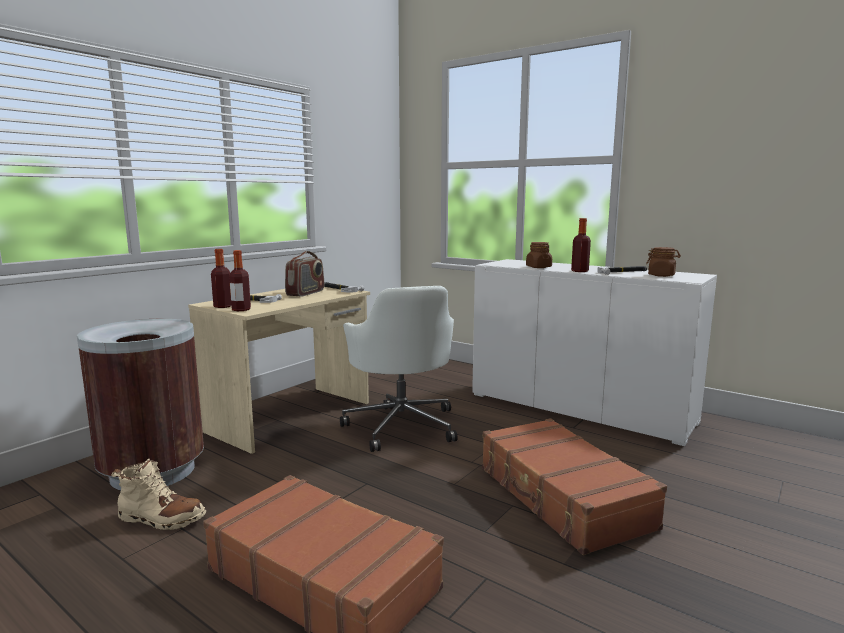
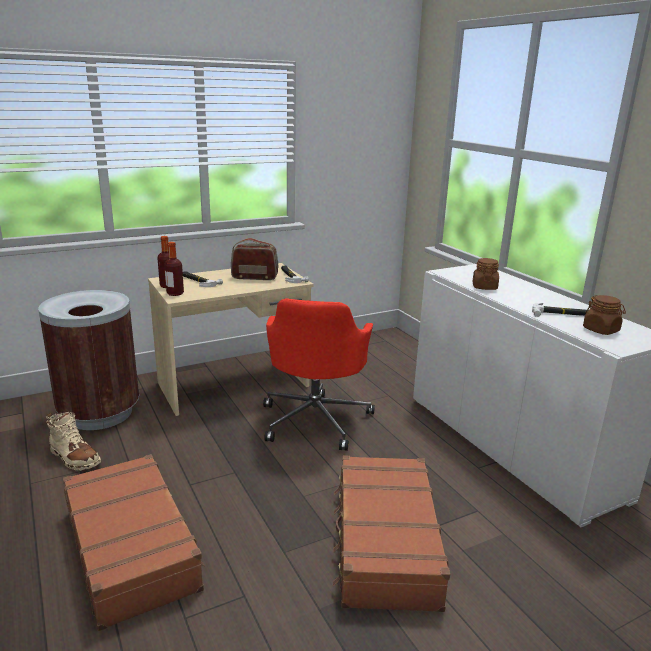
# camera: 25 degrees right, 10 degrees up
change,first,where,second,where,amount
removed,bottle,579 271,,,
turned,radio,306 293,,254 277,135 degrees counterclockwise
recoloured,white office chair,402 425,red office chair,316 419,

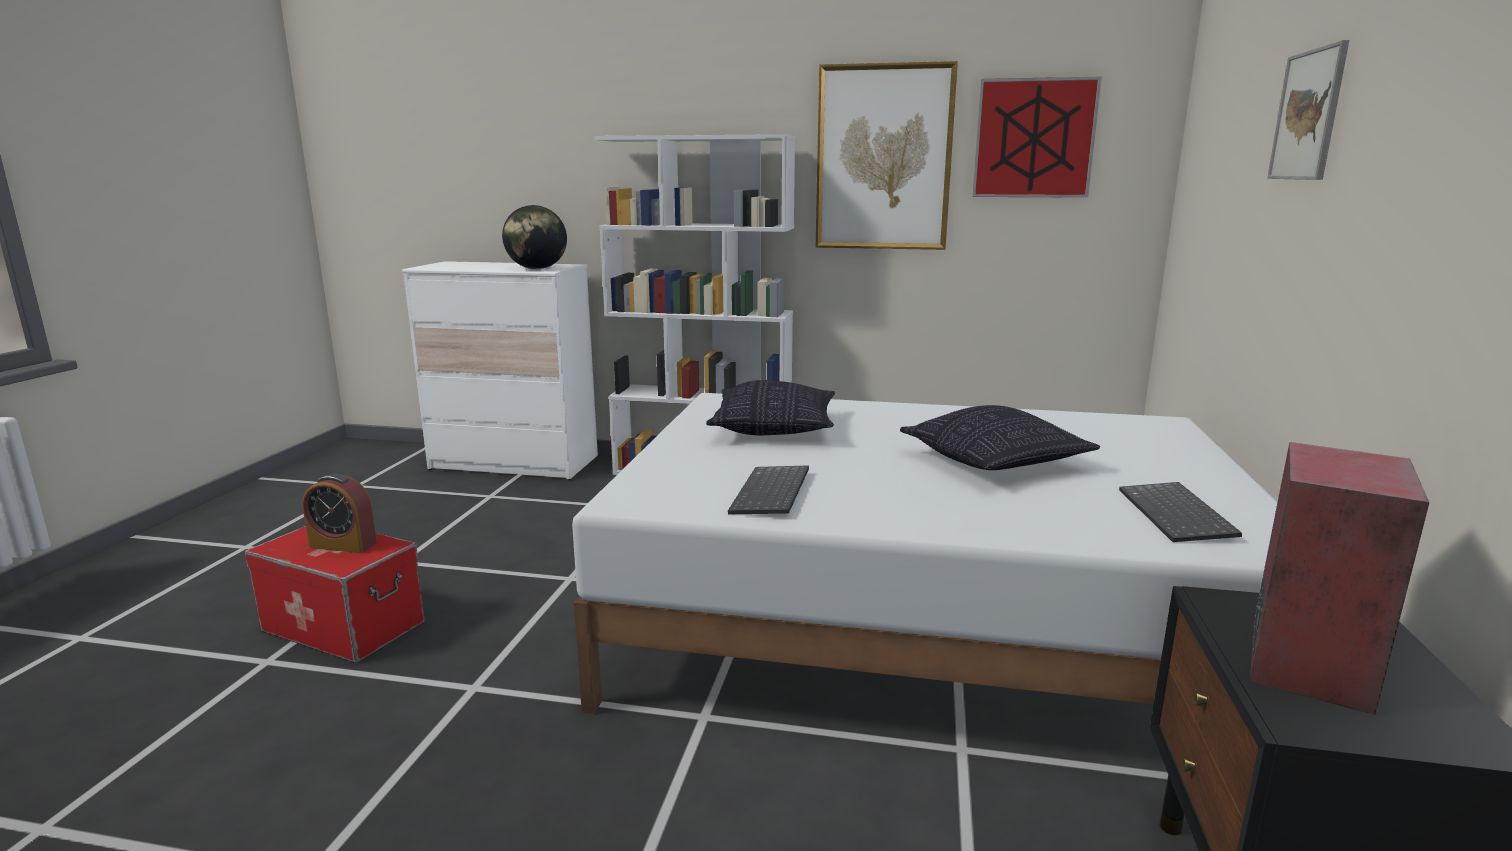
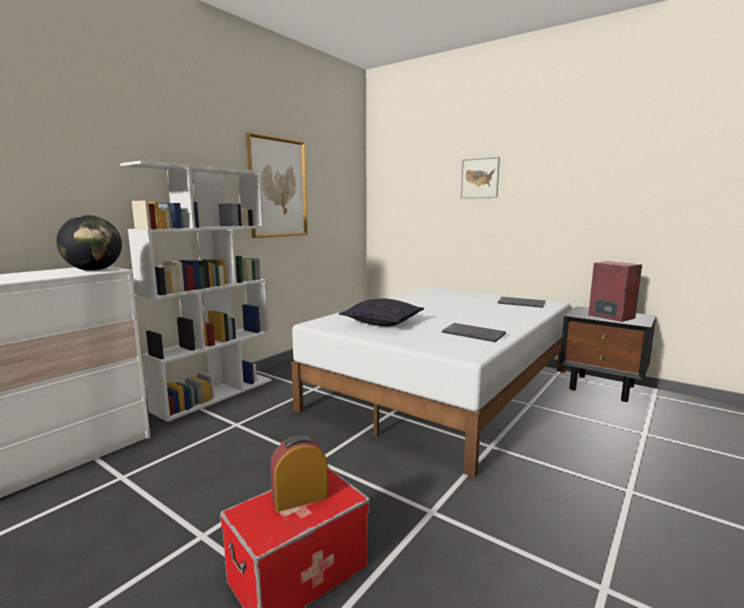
# camera: 65 degrees left, 5 degrees down
change,first,where,second,where,amount
removed,picture,1034 138,,,
removed,pillow,994 462,,,
turned,alarm clock,343 545,,300 498,150 degrees counterclockwise

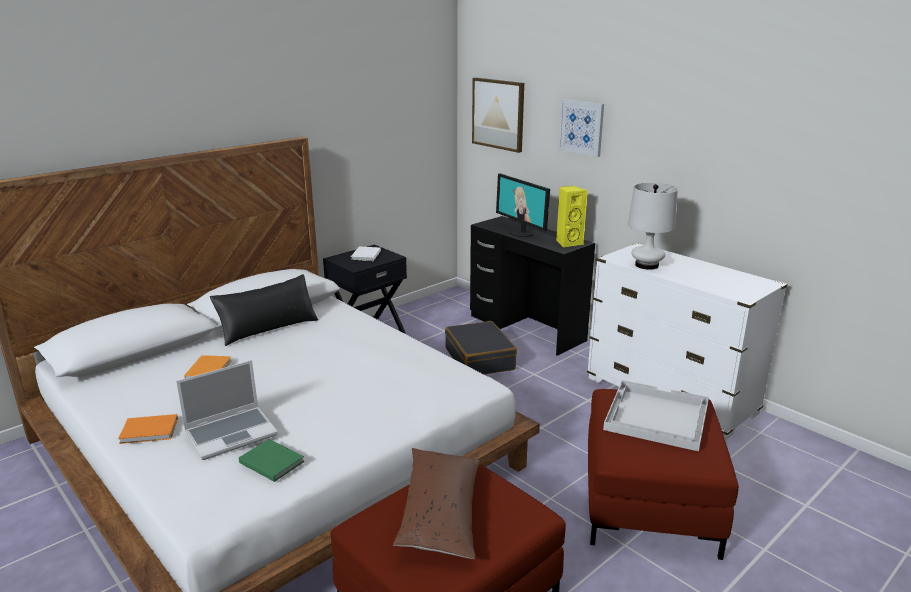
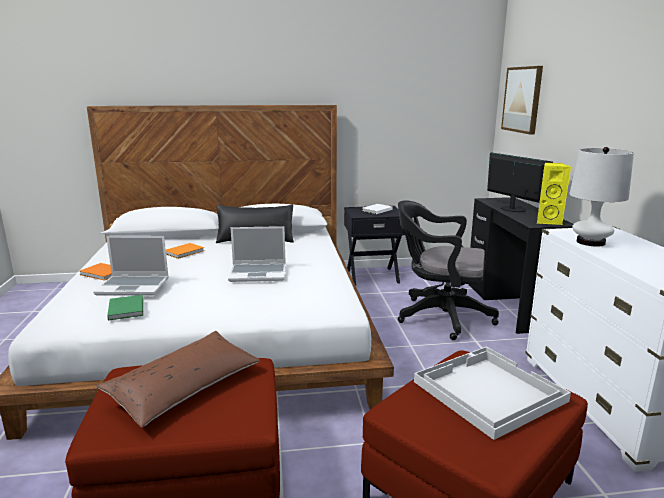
# camera: 35 degrees right, 5 degrees down
change,first,where,second,where,amount
removed,picture,581 127,,,
turned,monitor,522 233,,512 209,150 degrees clockwise
replaced,black suitcase,480 359,black office chair,439 316,
added,,,laptop,259 273,

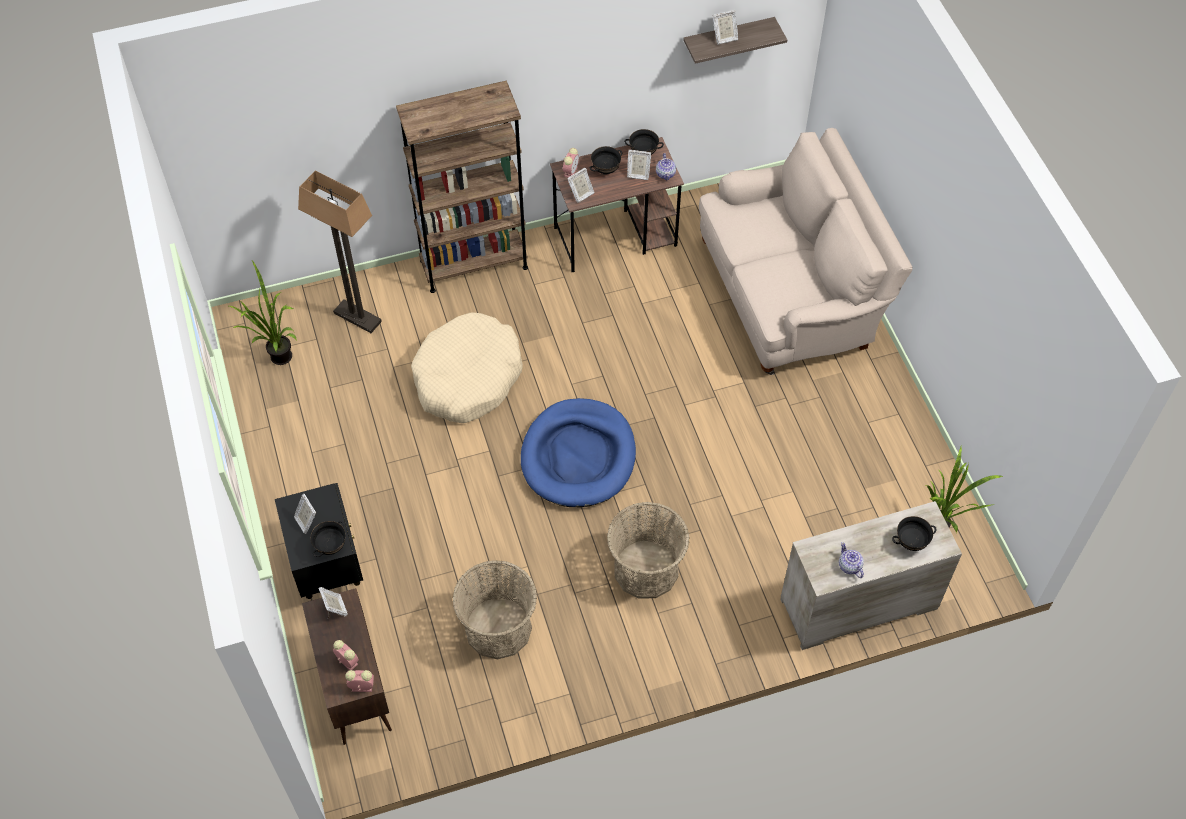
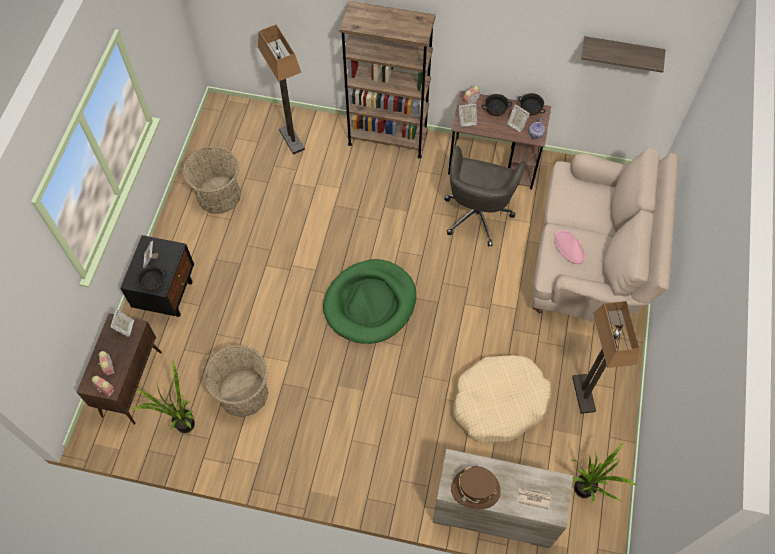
# camera: 30 degrees right, 5 degrees up
change,first,where,second,where,amount
removed,picture frame,724 38,,,
moved,potted plant,277 360,,181 425,
moved,beige dog bed,467 377,,498 403,
recoloured,blue dog bed,578 456,green dog bed,370 303,
moved,basket,646 569,,218 195,
replaced,black bowl,911 543,newspaper,533 497,
replaced,teapot,849 566,brown hat,475 490,
added,,,grey office chair,477 214,
added,,,pink hat,569 247,
added,,,floor lamp,584 394,

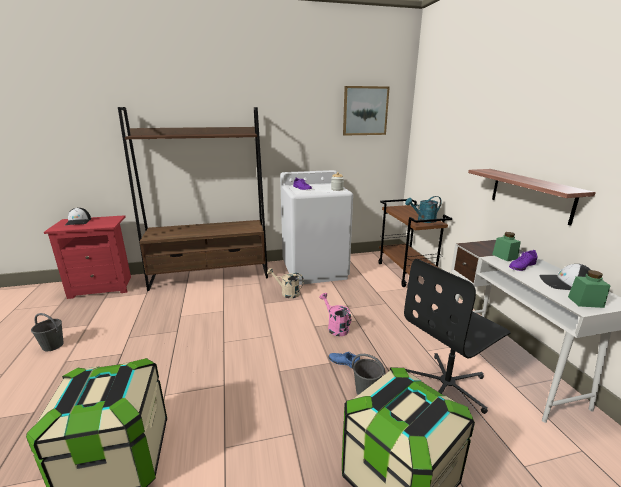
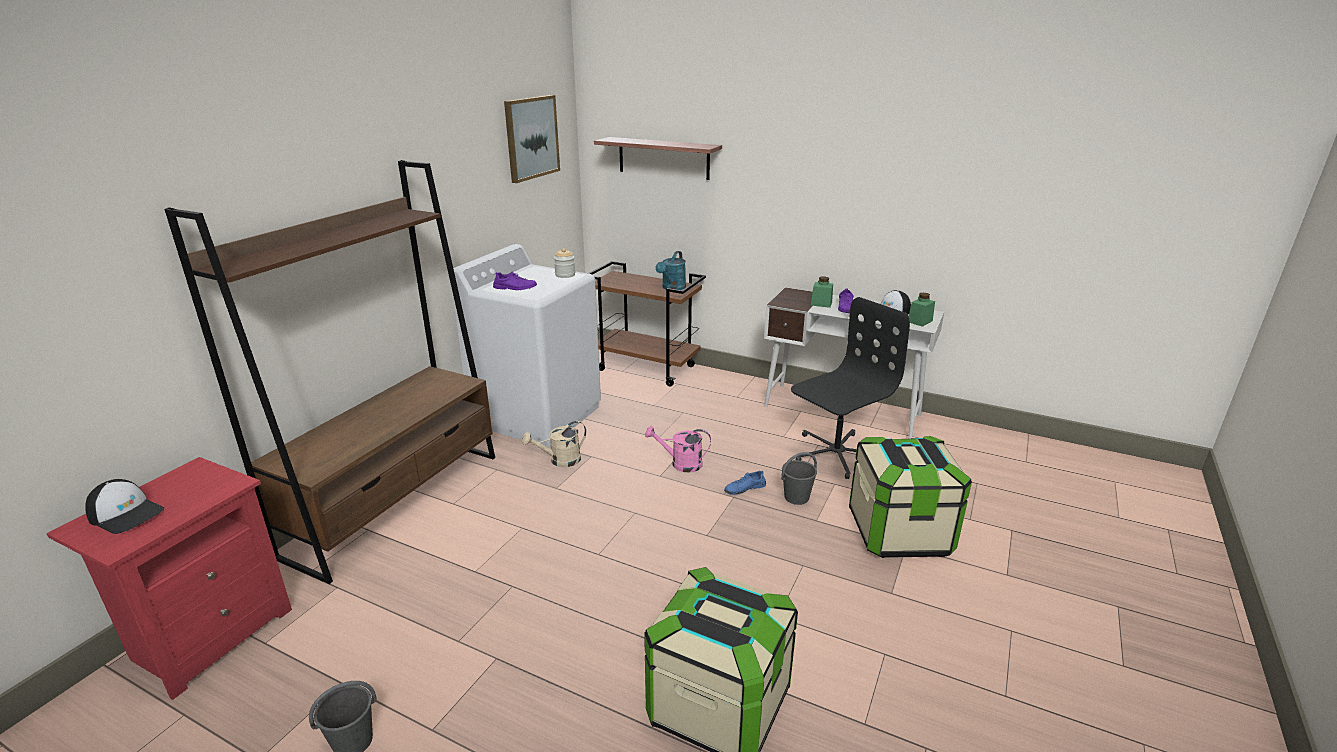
# camera: 50 degrees left, 5 degrees up
change,first,where,second,where,amount
moved,shelf,530 194,,663 158,
turned,black office chair,447 385,,835 453,135 degrees counterclockwise

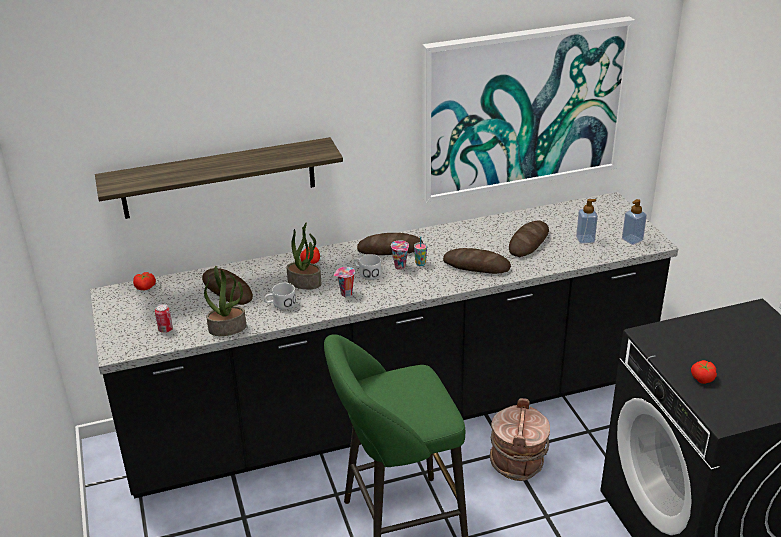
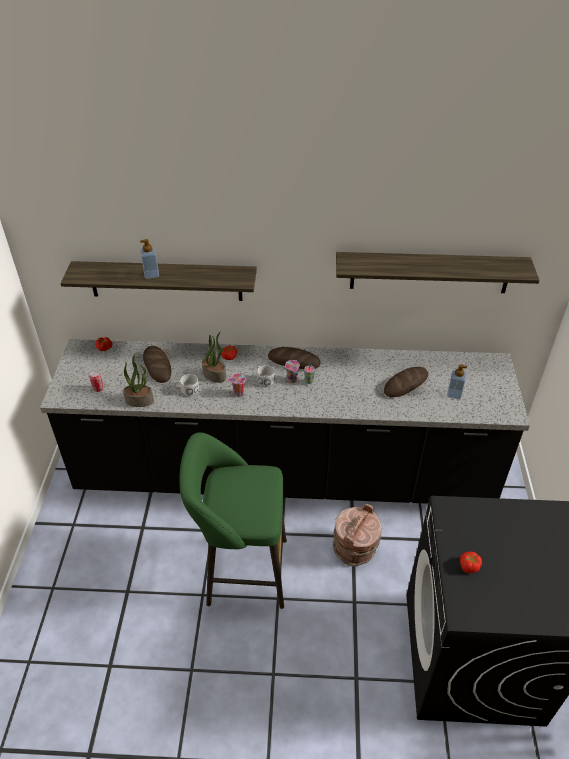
# camera: 20 degrees right, 10 degrees up
change,first,where,second,where,amount
replaced,picture,523 108,shelf,429 272,
moved,soap dispenser,632 240,,151 274,
removed,bread,476 265,,,

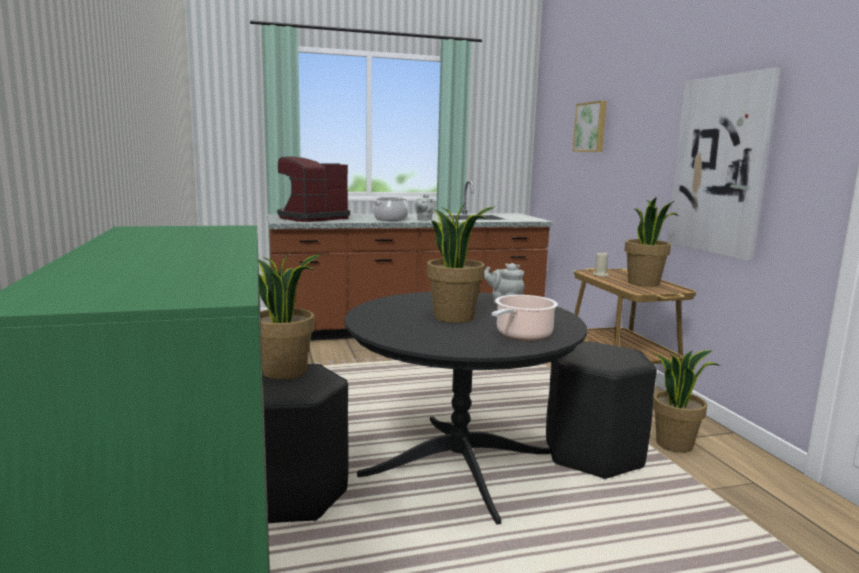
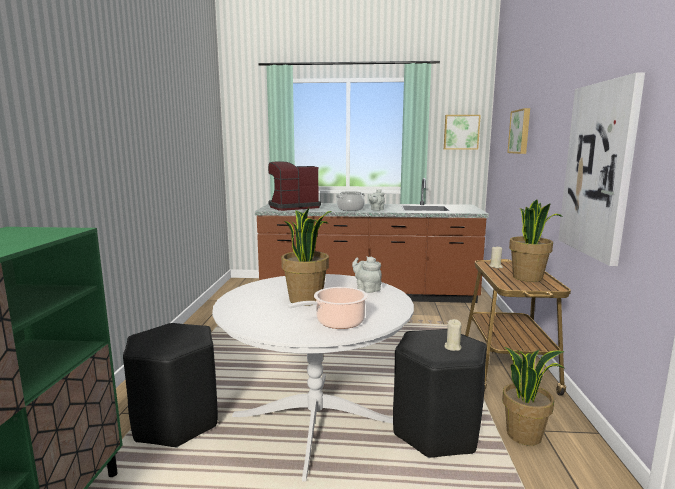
# camera: 20 degrees right, 0 degrees up
change,first,where,second,where,amount
removed,potted plant,285 371,,,
recoloured,black dining table,458 464,white dining table,315 419,
added,,,picture,461 132,
added,,,beige candle,452 347,

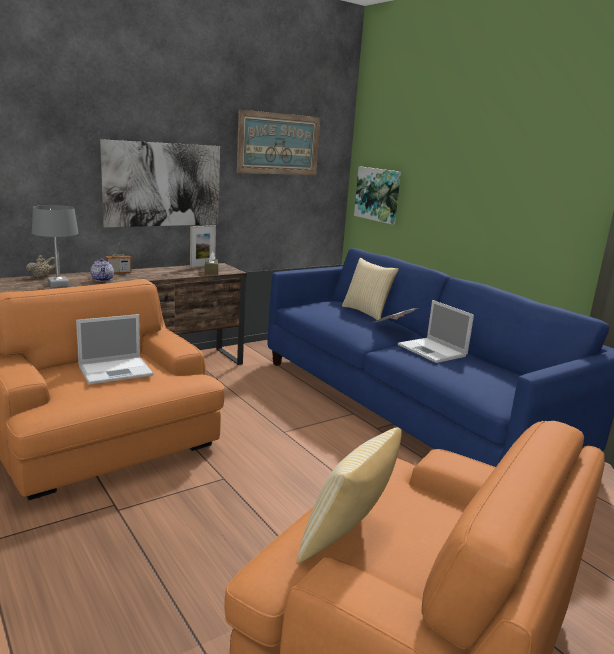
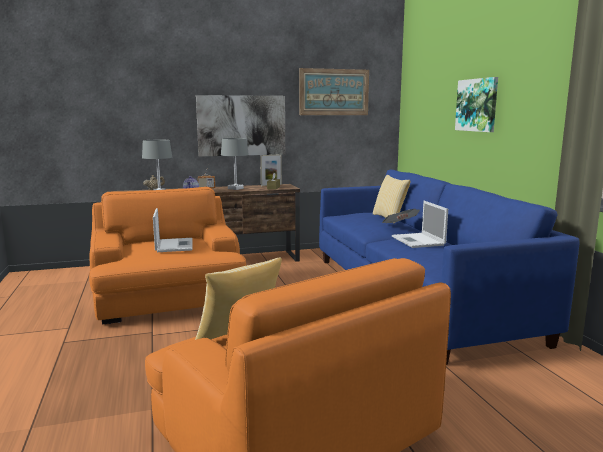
# camera: 20 degrees right, 5 degrees down
change,first,where,second,where,amount
moved,picture,378 194,,477 105,
turned,laptop,117 370,,174 245,90 degrees counterclockwise
added,,,grey table lamp,235 188,

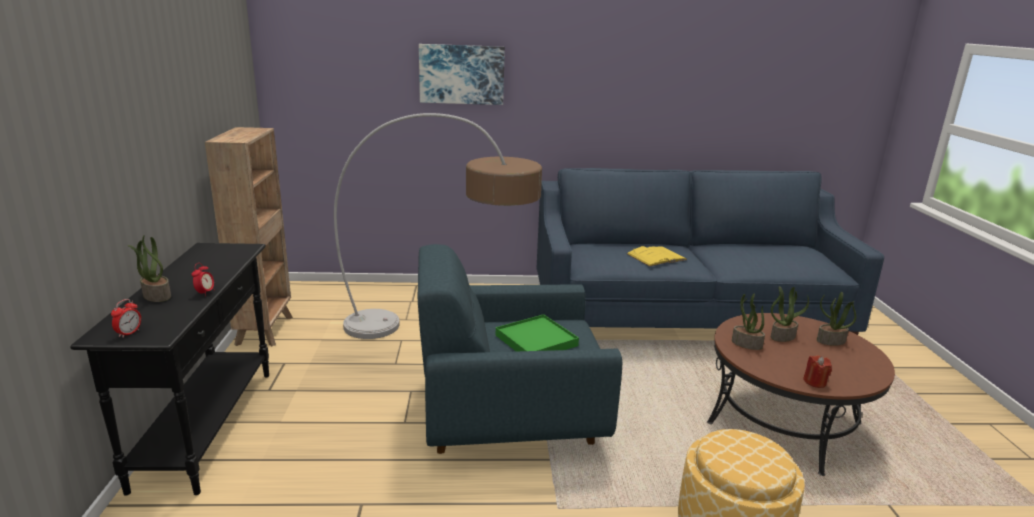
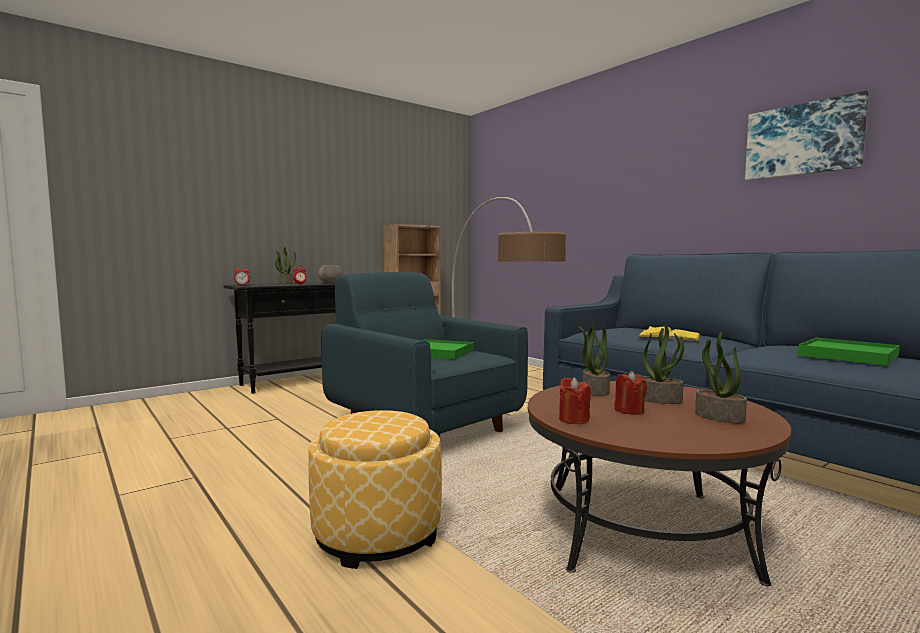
# camera: 55 degrees right, 15 degrees down
change,first,where,second,where,amount
moved,picture,461 74,,803 139,
added,,,grey bowl,331 283,
added,,,green tray,847 355,
added,,,red candle,629 410,

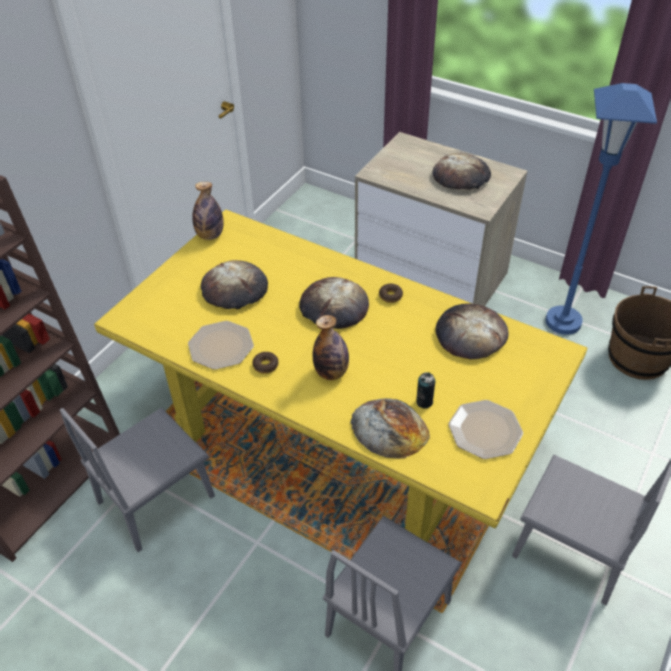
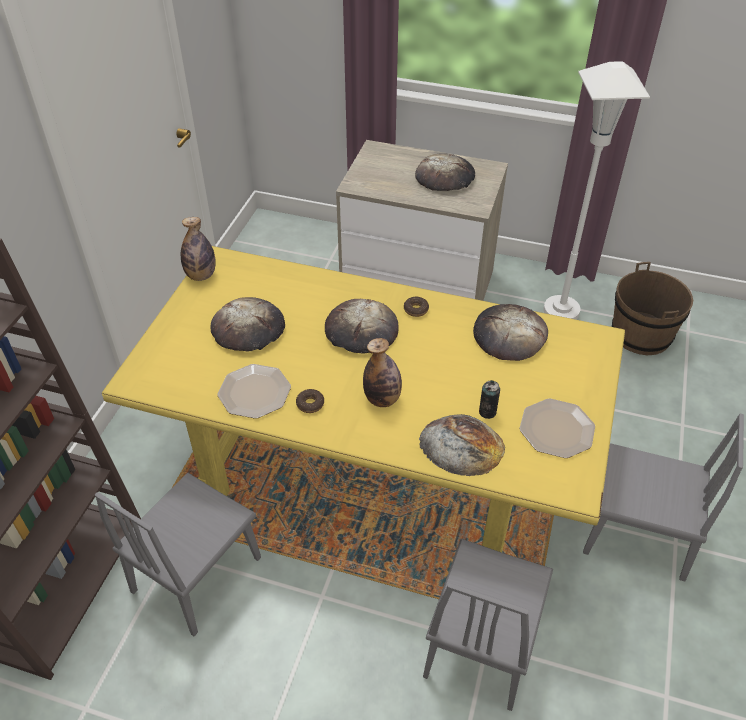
# camera: 15 degrees left, 0 degrees up
change,first,where,second,where,amount
recoloured,blue floor lamp,563 322,white floor lamp,561 311,

